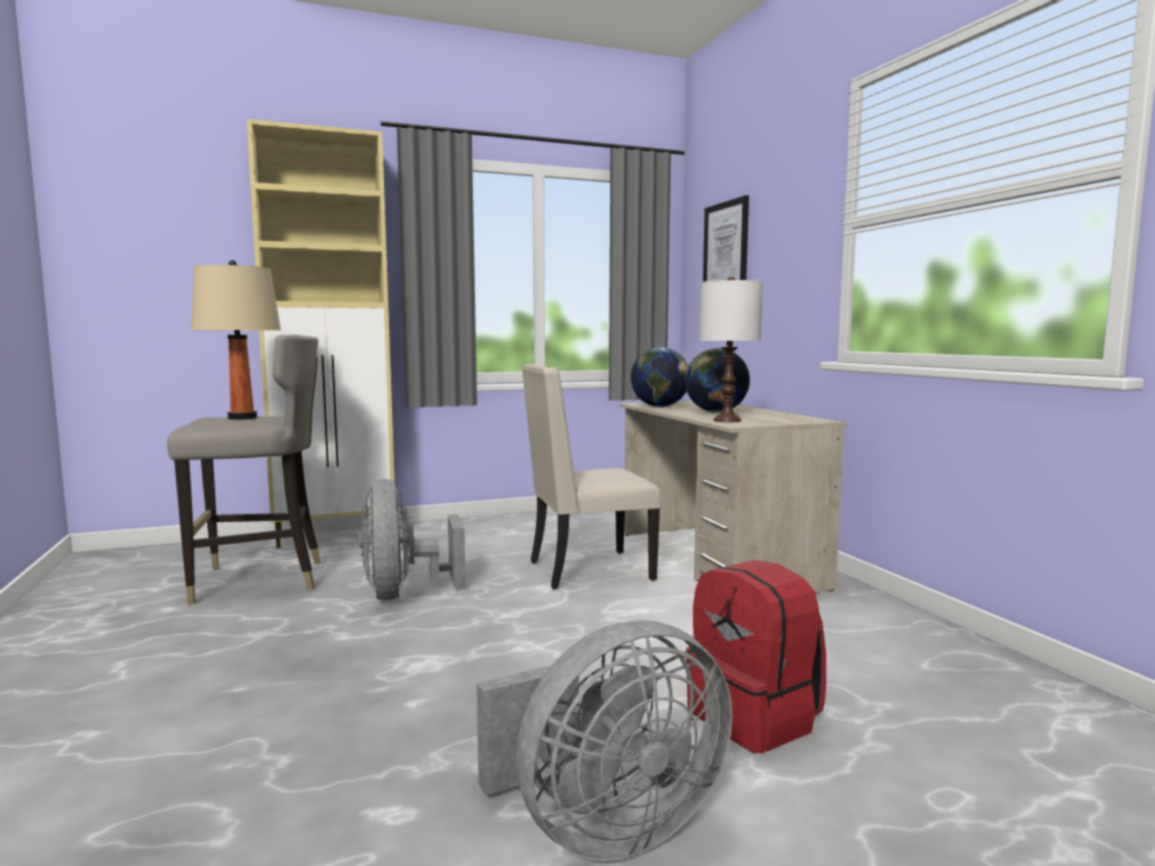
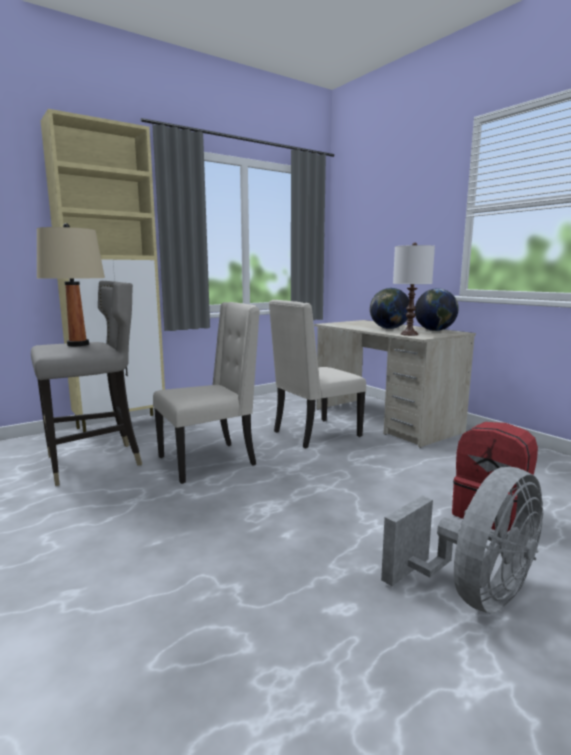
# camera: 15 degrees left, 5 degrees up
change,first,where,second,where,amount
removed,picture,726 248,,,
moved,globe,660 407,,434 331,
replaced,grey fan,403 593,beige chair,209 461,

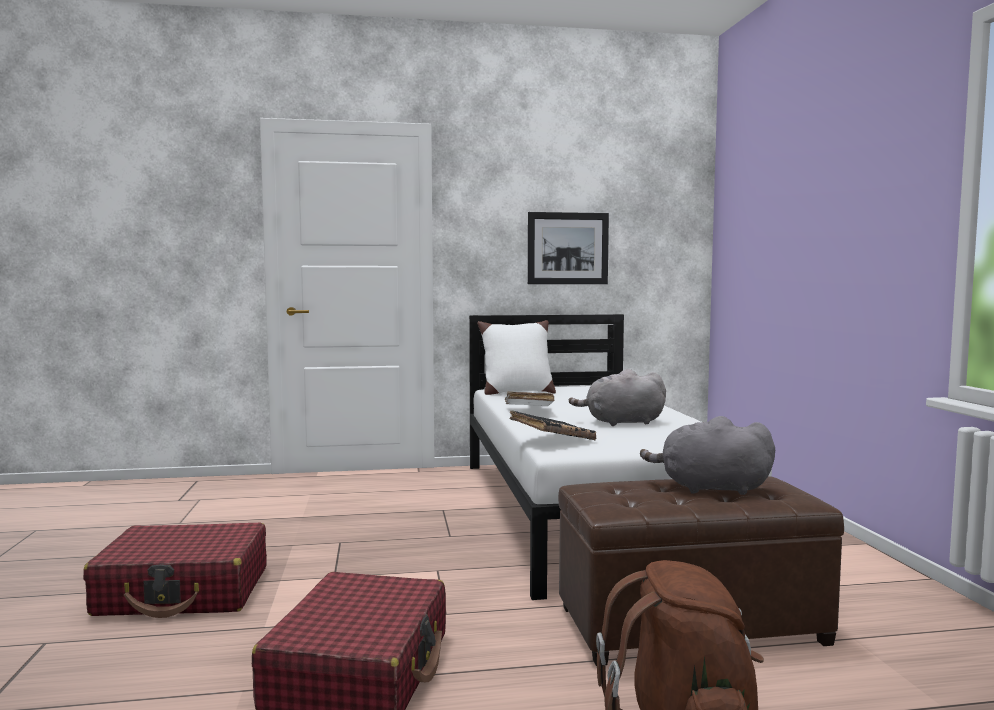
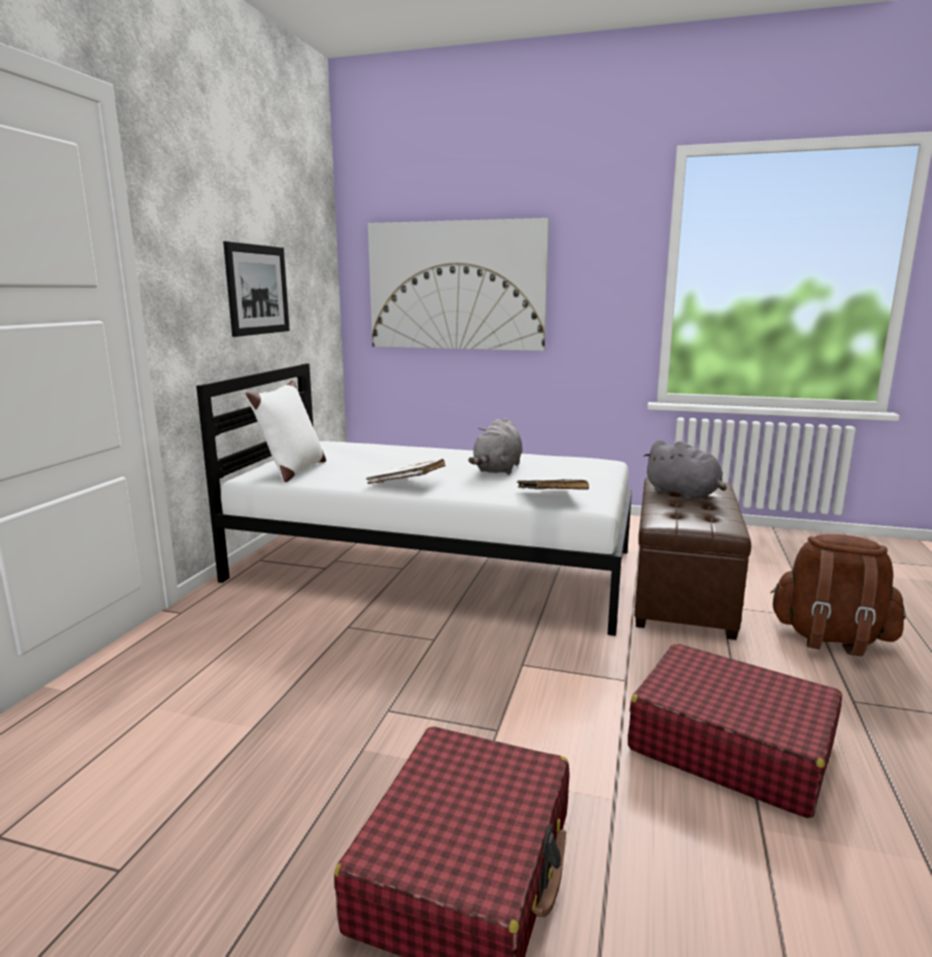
# camera: 65 degrees left, 10 degrees up
change,first,where,second,where,amount
turned,grey plush toy,709 488,,684 494,75 degrees counterclockwise
added,,,picture,456 286,

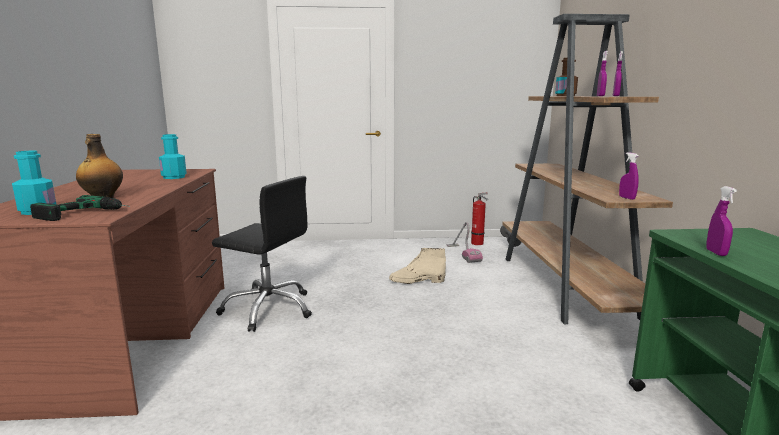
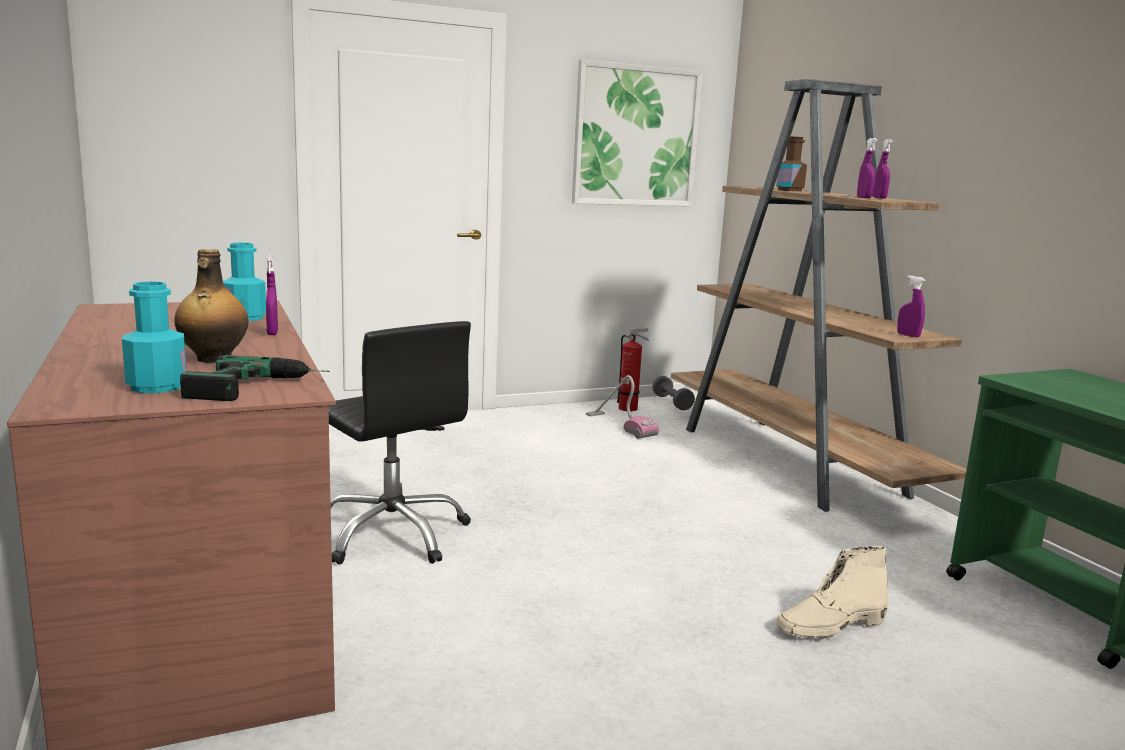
# camera: 20 degrees left, 0 degrees up
change,first,where,second,where,amount
turned,black office chair,268 309,,392 534,45 degrees clockwise
moved,purple spray bottle,716 253,,272 333,
moved,beige boot,416 281,,830 625,
added,,,picture,636 136,

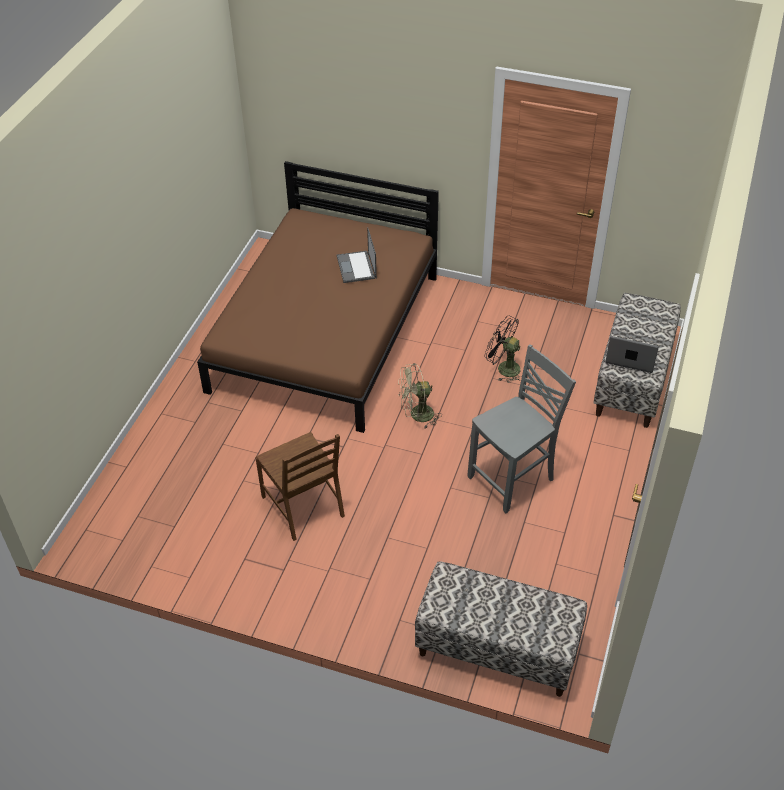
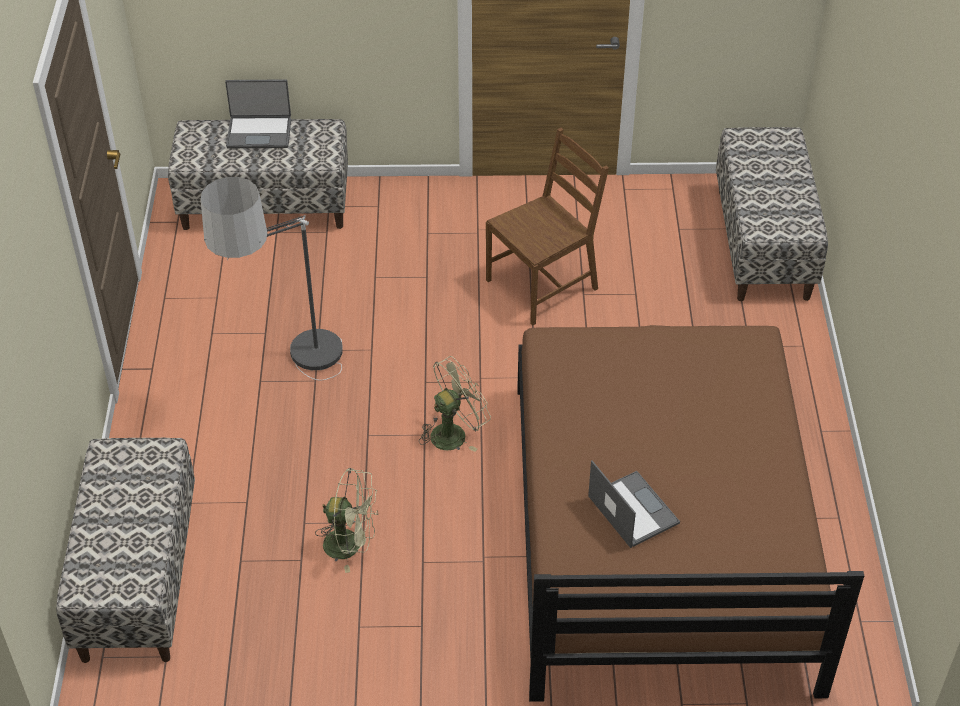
# camera: 160 degrees right, 0 degrees up
change,first,where,second,where,amount
recoloured,black fan,503 368,green fan,351 545,
moved,laptop,631 358,,259 132,
replaced,grey chair,513 479,floor lamp,292 380,
turned,brown chair,304 506,,543 284,105 degrees clockwise
added,,,bench,763 244,

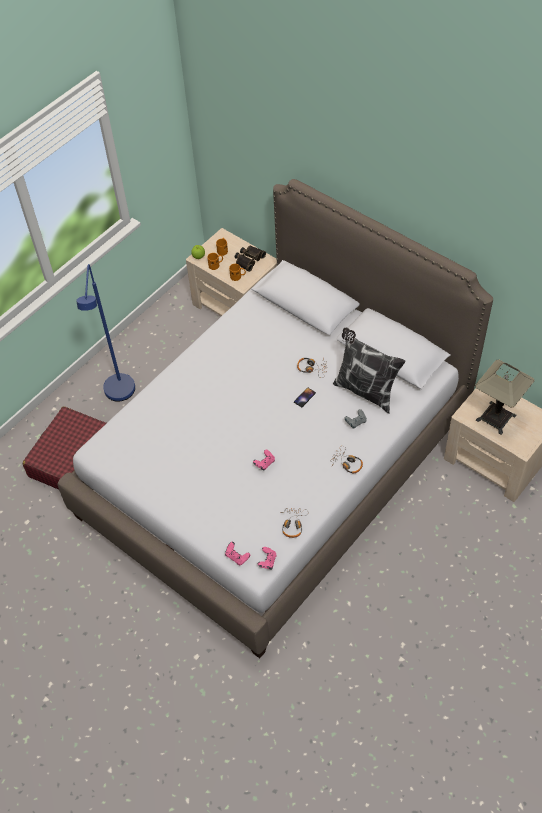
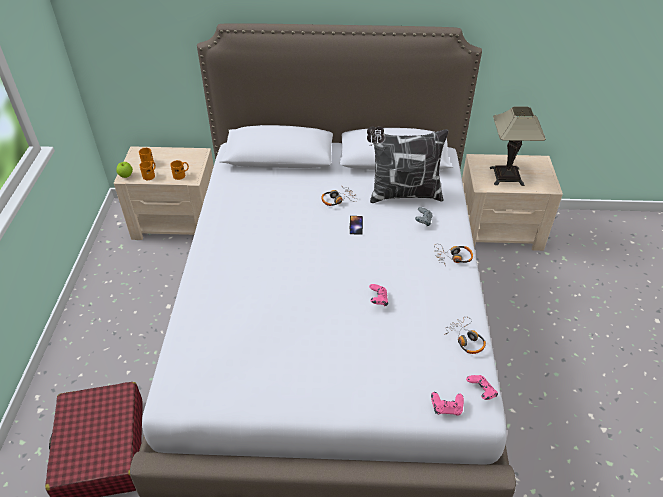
# camera: 40 degrees left, 10 degrees down
change,first,where,second,where,amount
removed,binoculars,249 259,,,
removed,blue floor lamp,119 396,,,

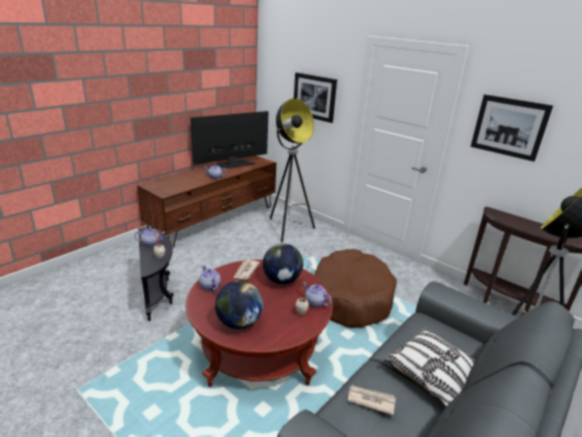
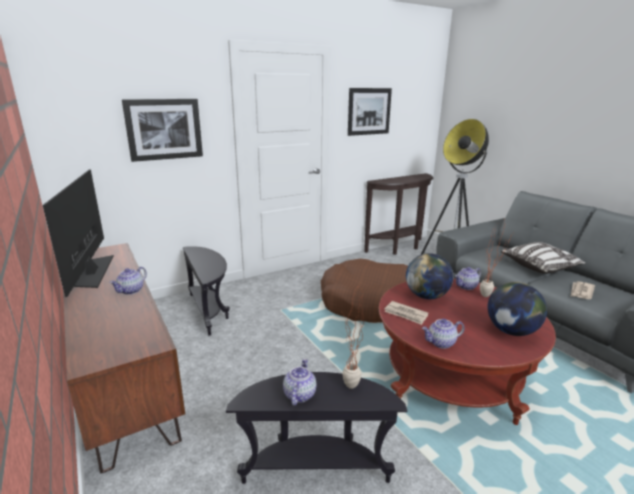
# camera: 70 degrees left, 5 degrees down
change,first,where,second,where,amount
replaced,floor lamp,287 228,black side table,210 311,

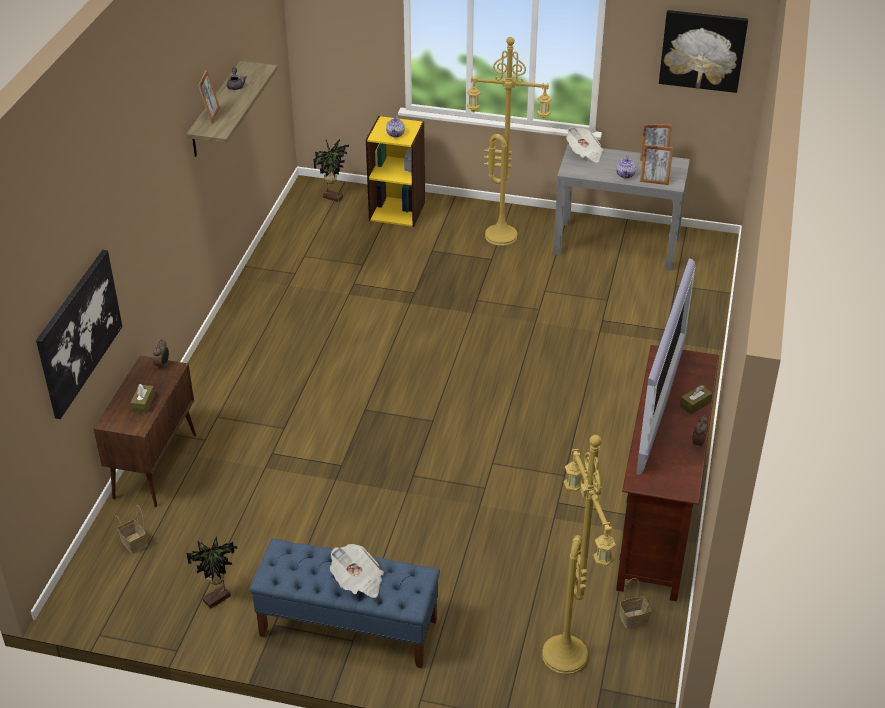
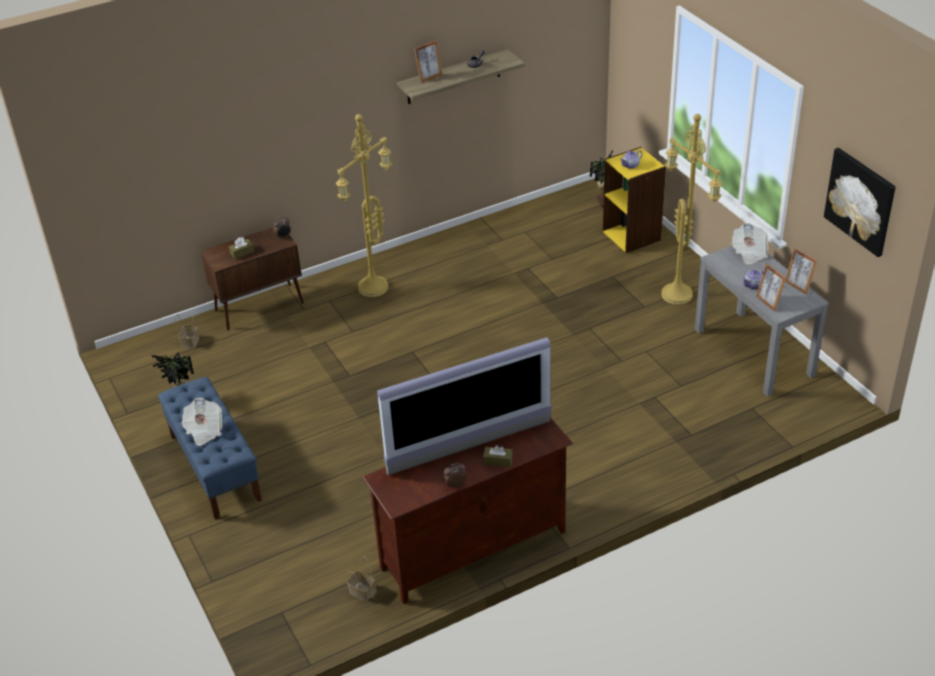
# camera: 50 degrees right, 0 degrees up
change,first,where,second,where,amount
removed,picture,79 332,,,
moved,yellow floor lamp,568 657,,374 289,

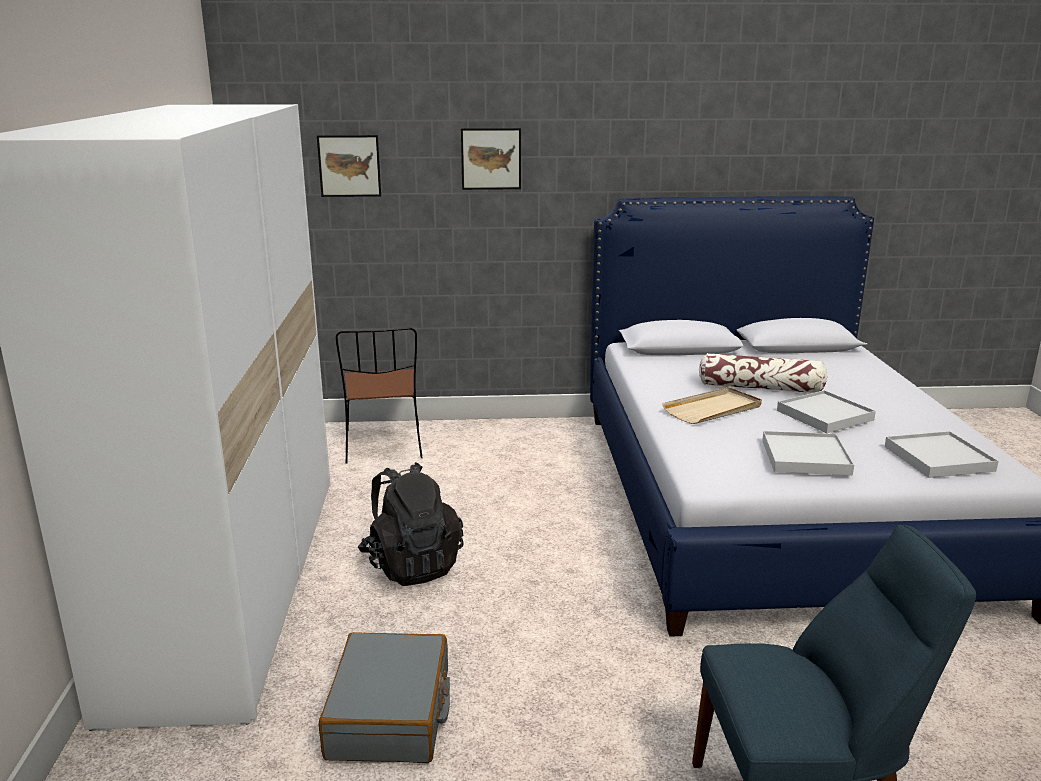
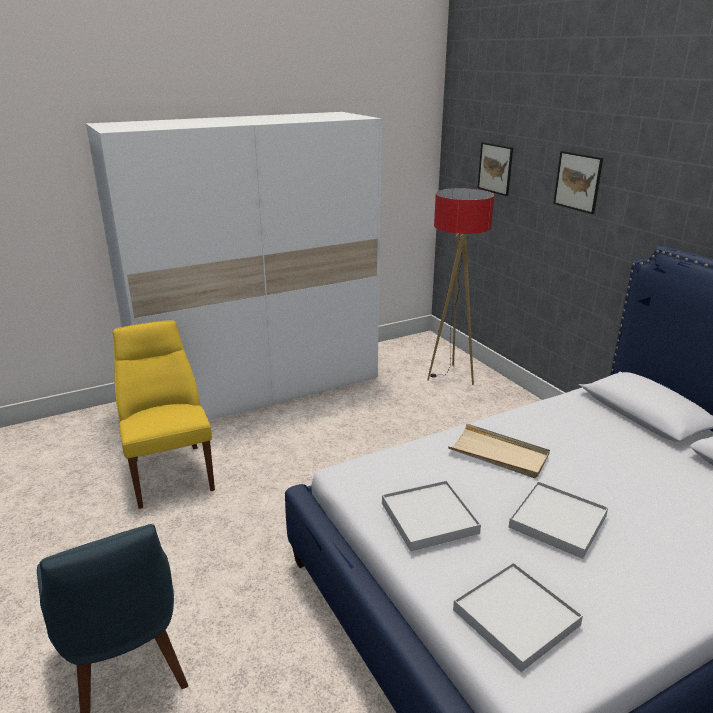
# camera: 65 degrees right, 5 degrees up
change,first,where,second,where,amount
replaced,brown chair,384 445,floor lamp,450 376,
removed,pillow,760 388,,,
removed,black backpack,411 565,,,
replaced,grey suitcase,390 714,yellow chair,170 472,

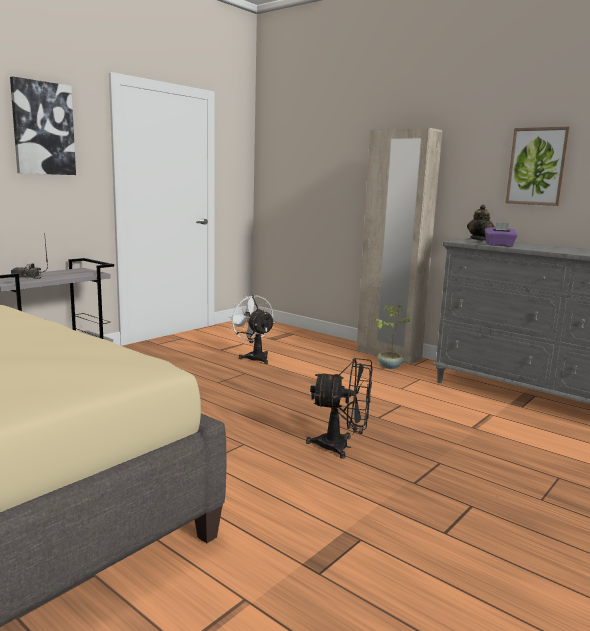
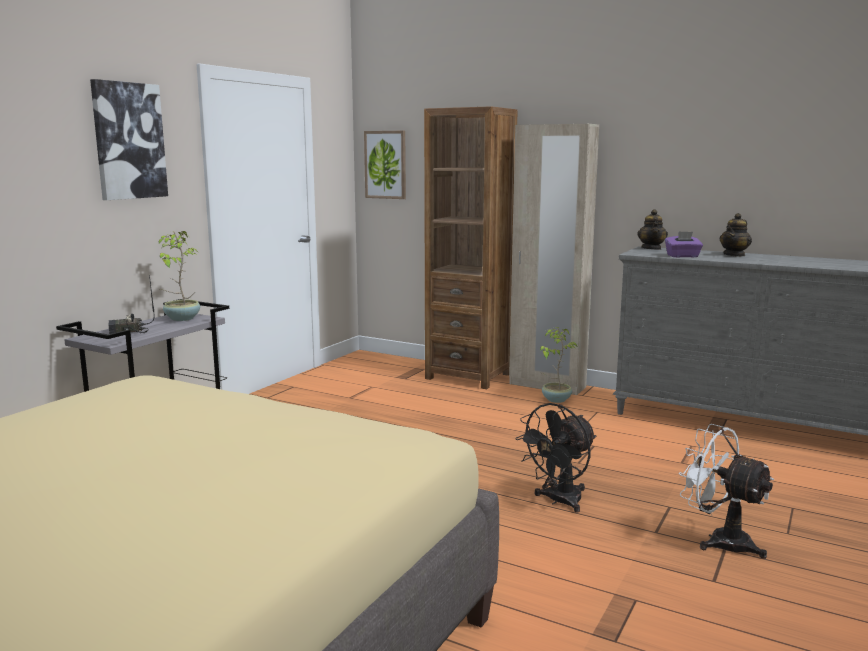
# camera: 10 degrees left, 0 degrees up
change,first,where,second,where,amount
moved,picture,537 166,,385 164,
moved,white fan,254 357,,720 540,
turned,black fan,341 447,,558 501,135 degrees clockwise
added,,,brown bookcase,468 376,
added,,,teapot,734 255,
added,,,potted plant,181 319,

